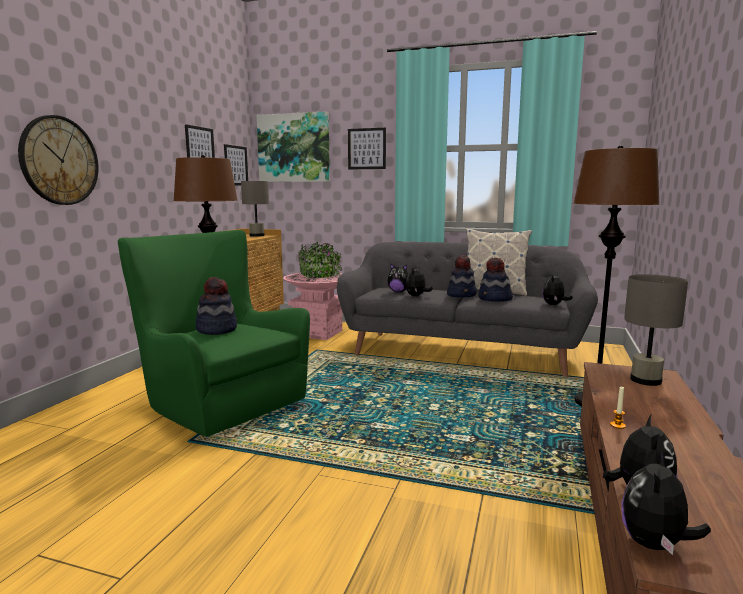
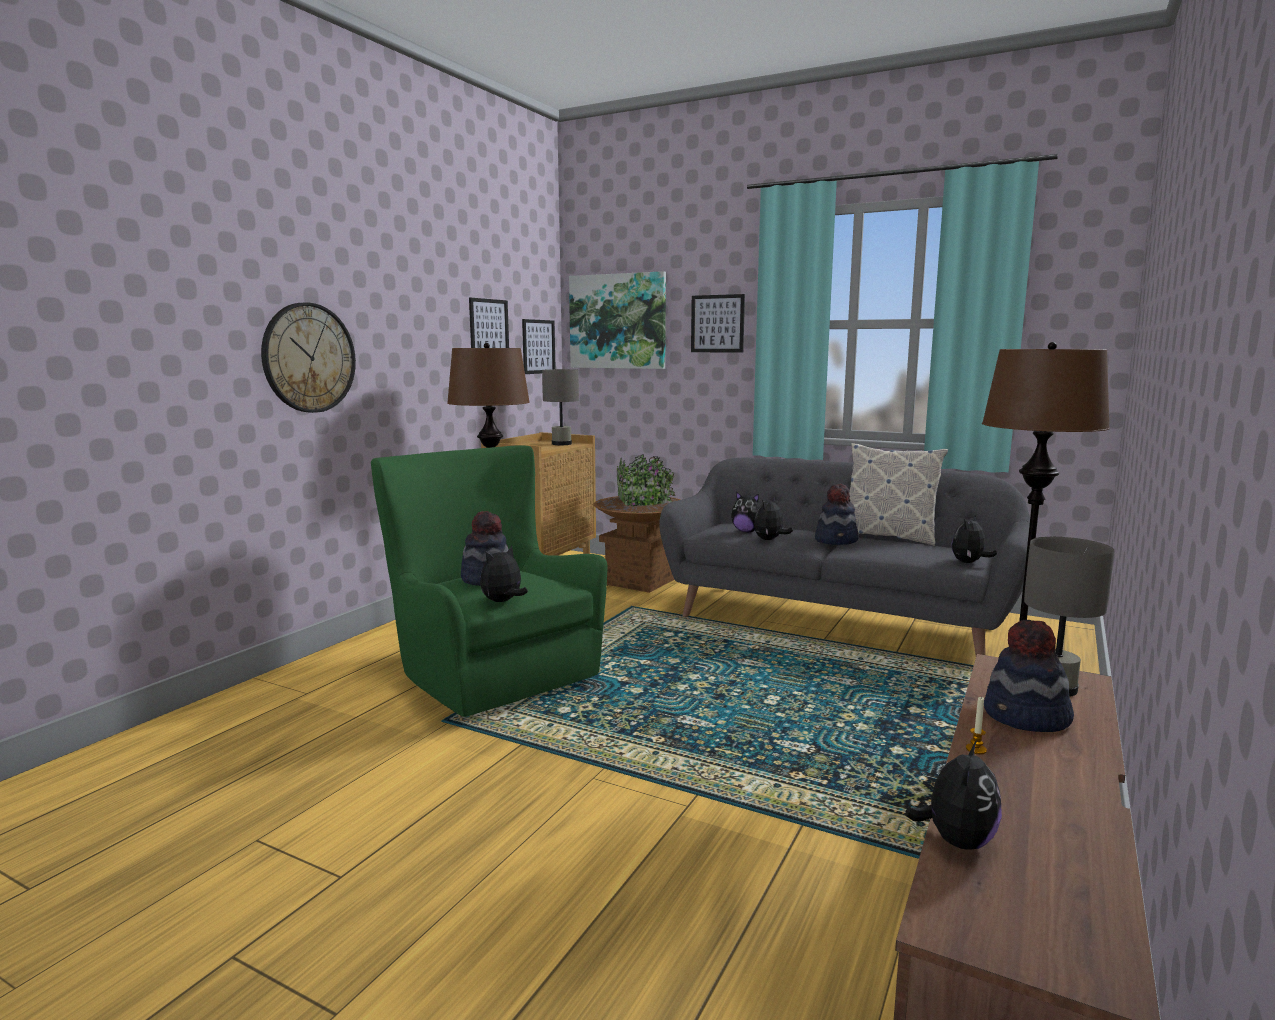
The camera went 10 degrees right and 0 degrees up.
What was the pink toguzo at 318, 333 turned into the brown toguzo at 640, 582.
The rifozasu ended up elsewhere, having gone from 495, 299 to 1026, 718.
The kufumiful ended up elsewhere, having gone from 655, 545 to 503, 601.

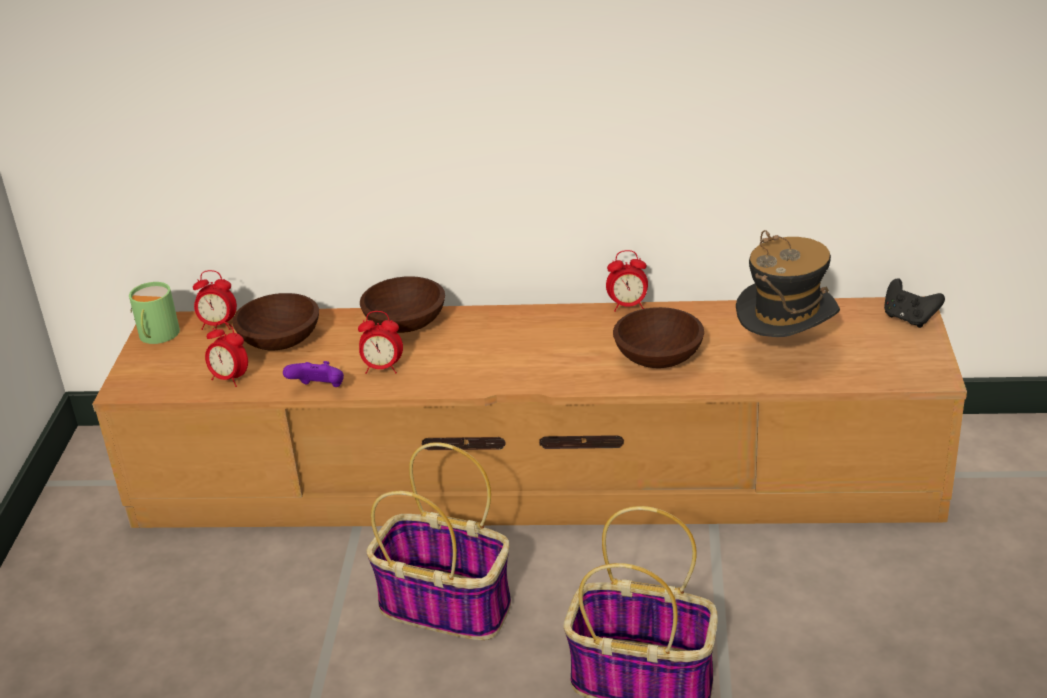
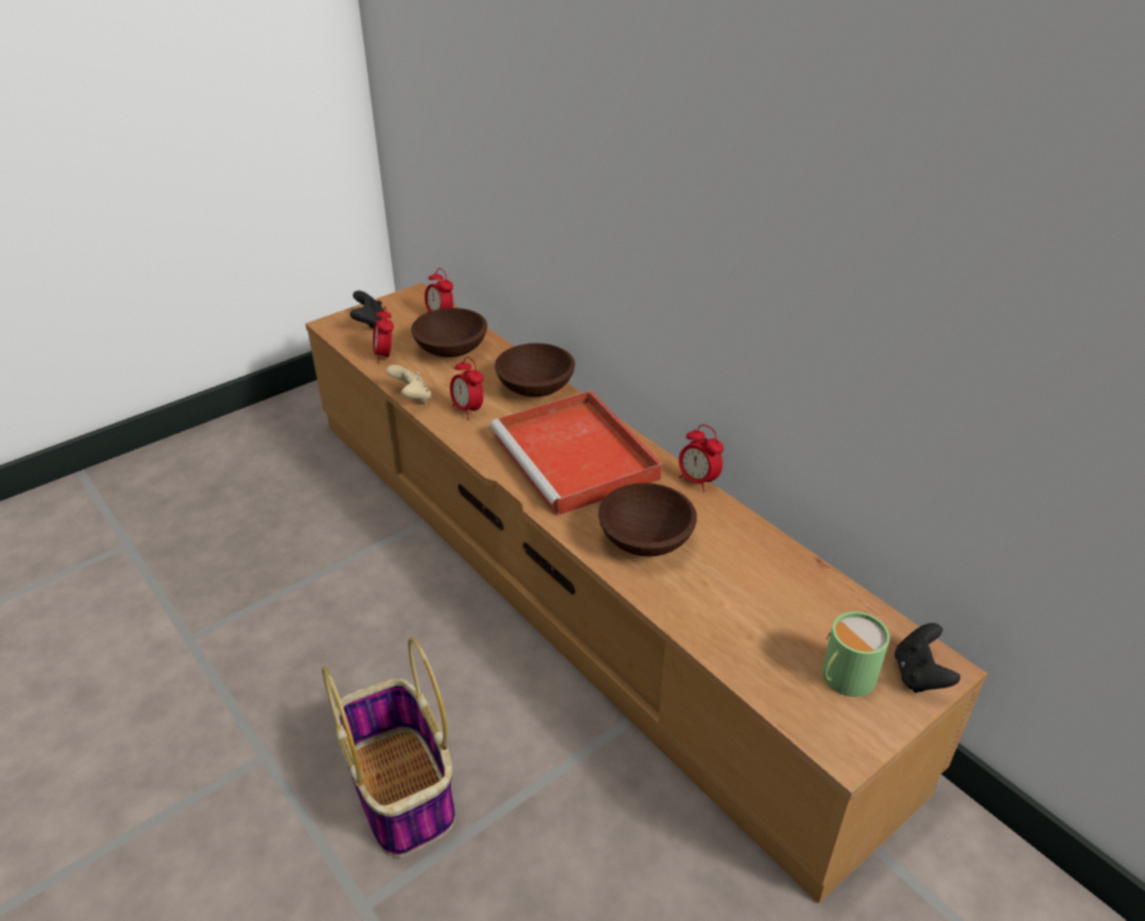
The camera went 45 degrees right and 5 degrees up.
The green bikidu ended up elsewhere, having gone from 156, 335 to 843, 677.
What was the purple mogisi at 319, 390 turned into the beige mogisi at 412, 398.
The second view lost the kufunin at 448, 605.
The second view lost the rifozasu at 785, 354.
The second view gained the black mogisi at 369, 323.
The second view gained the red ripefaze at 577, 458.

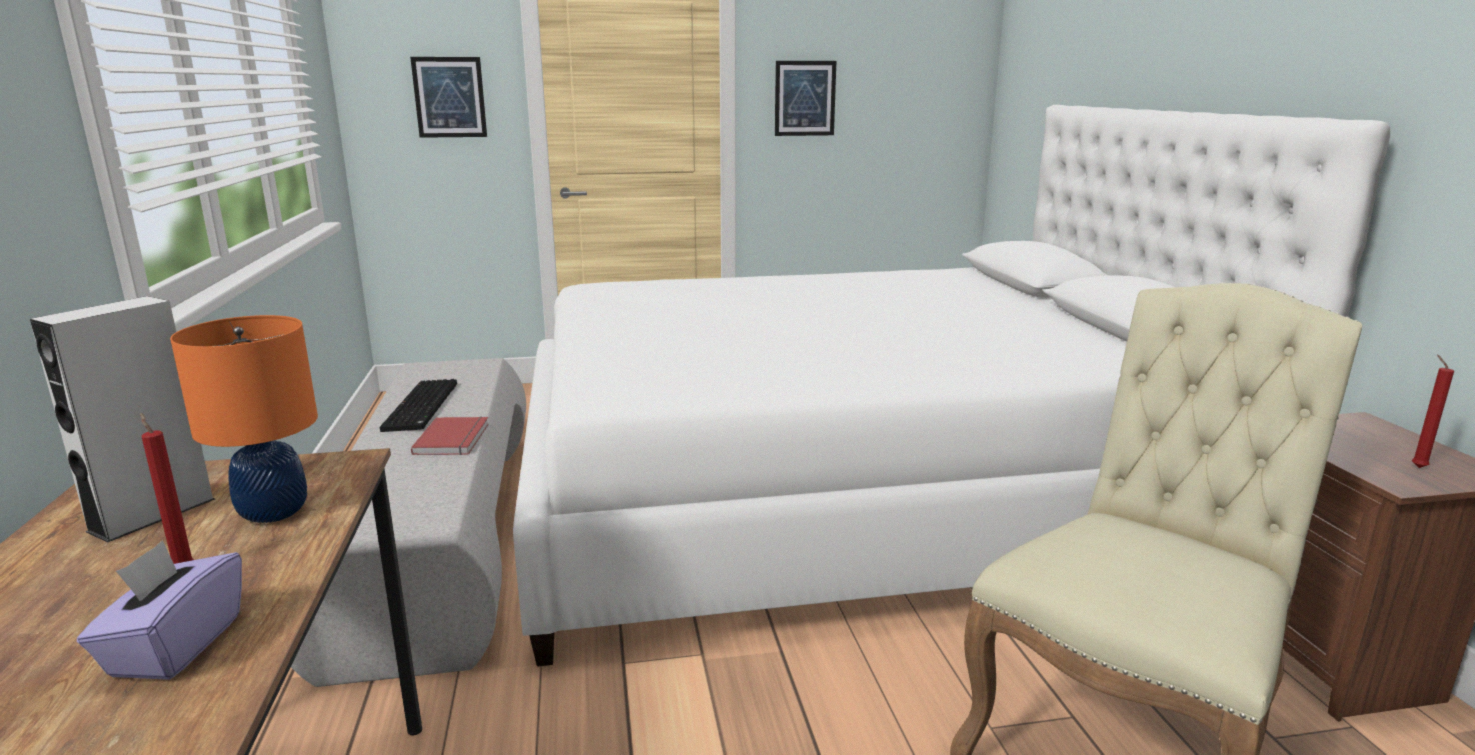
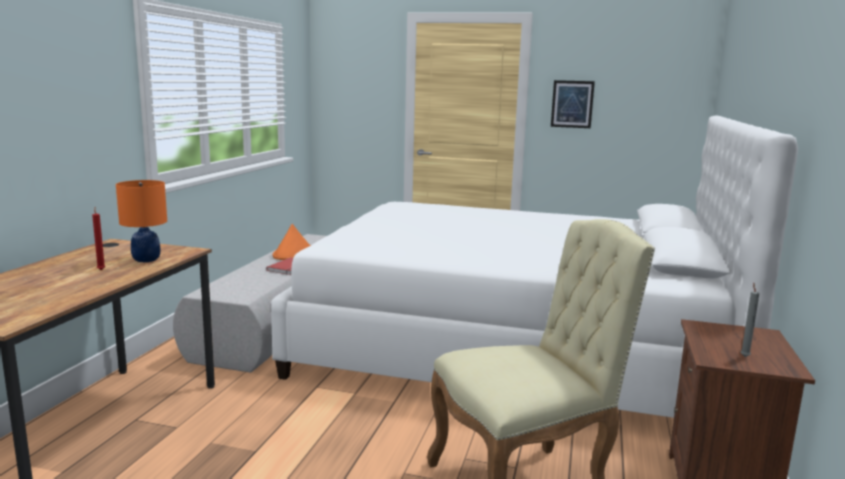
The camera went 25 degrees right and 5 degrees down.
The second view lost the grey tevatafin at 152, 514.
The second view lost the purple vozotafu at 175, 646.
Where the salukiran stood at 423, 407, the orange rifozasu came to stand at 293, 253.
The second view lost the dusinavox at 449, 97.
What was the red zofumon at 1416, 467 turned into the grey zofumon at 744, 356.

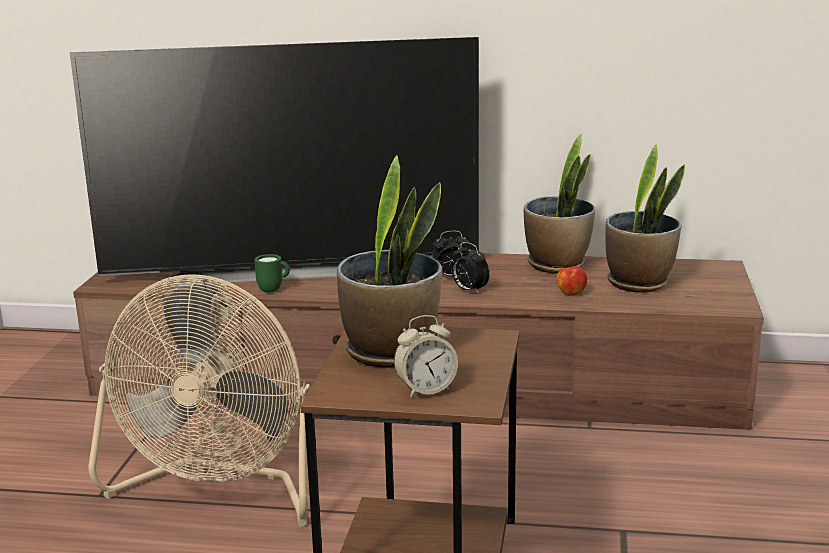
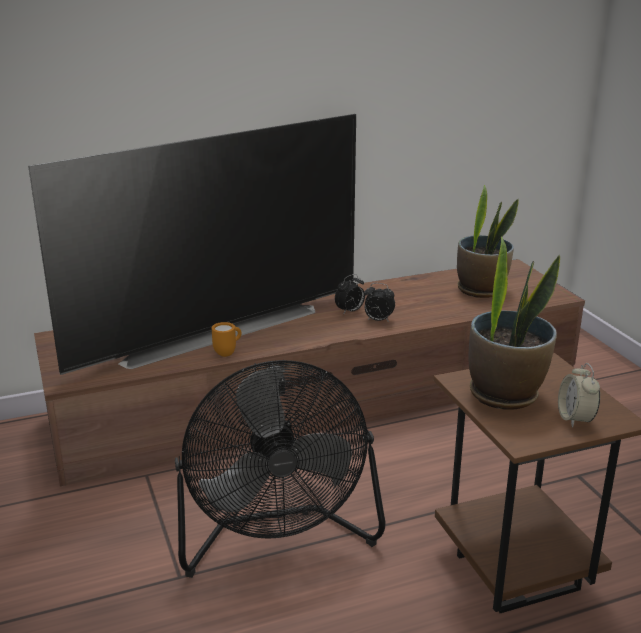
The camera went 30 degrees left and 5 degrees up.
What was the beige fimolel at 215, 486 turned into the black fimolel at 269, 535.
What was the green bikidu at 274, 290 turned into the orange bikidu at 228, 352.
The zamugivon at 426, 389 ended up facing another way, 135 degrees clockwise from before.
The second view lost the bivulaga at 557, 265.
The second view lost the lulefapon at 571, 293.

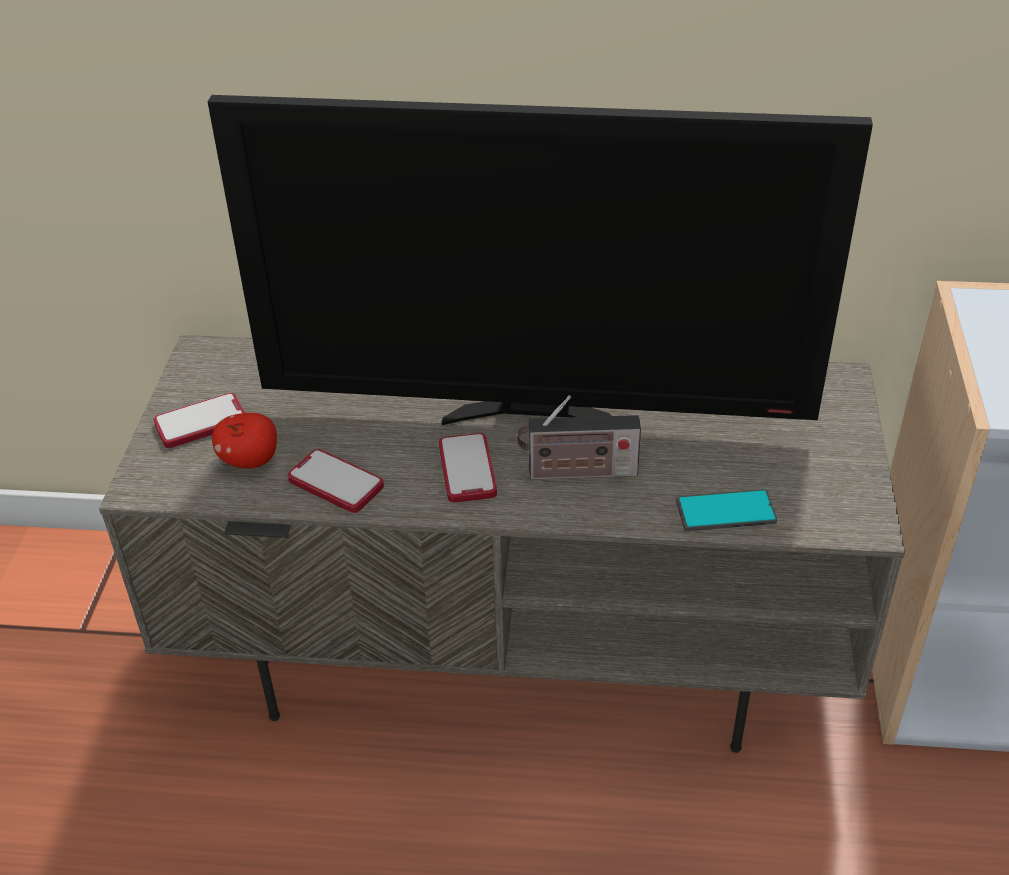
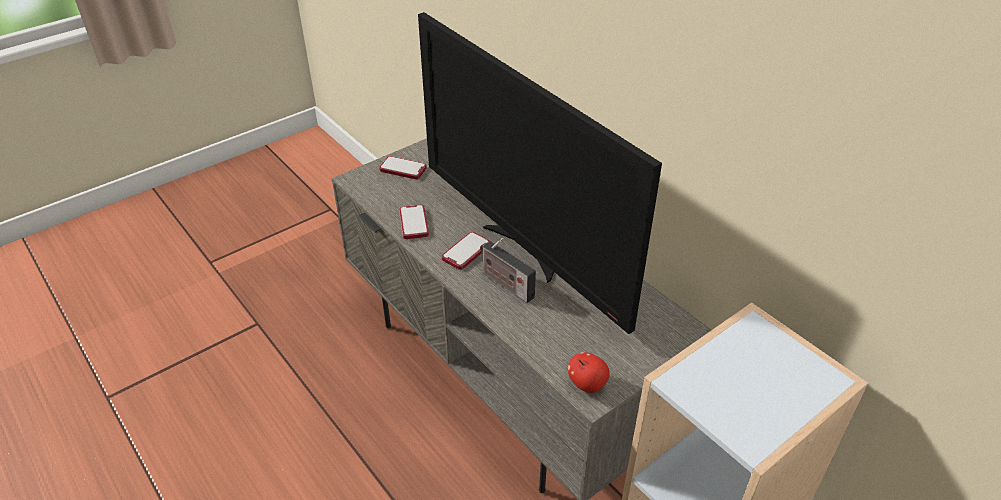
The camera went 45 degrees right and 0 degrees up.
The lulefapon ended up elsewhere, having gone from 250, 460 to 587, 384.
The second view lost the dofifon at 725, 512.

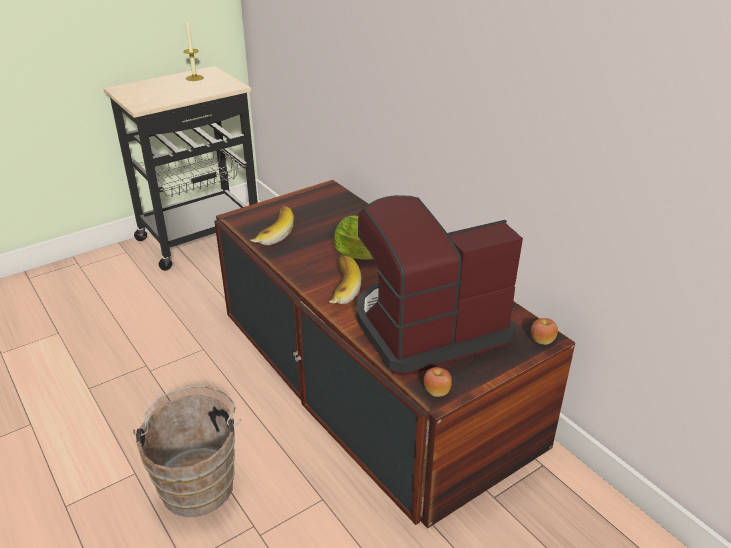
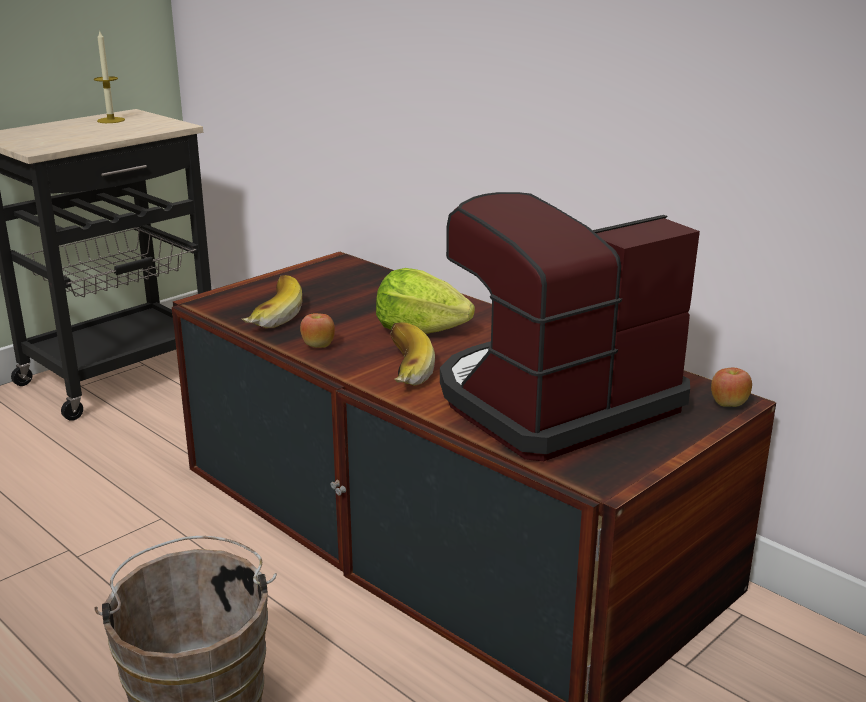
The camera went 10 degrees left and 10 degrees down.
The lulefapon ended up elsewhere, having gone from 436, 392 to 318, 346.

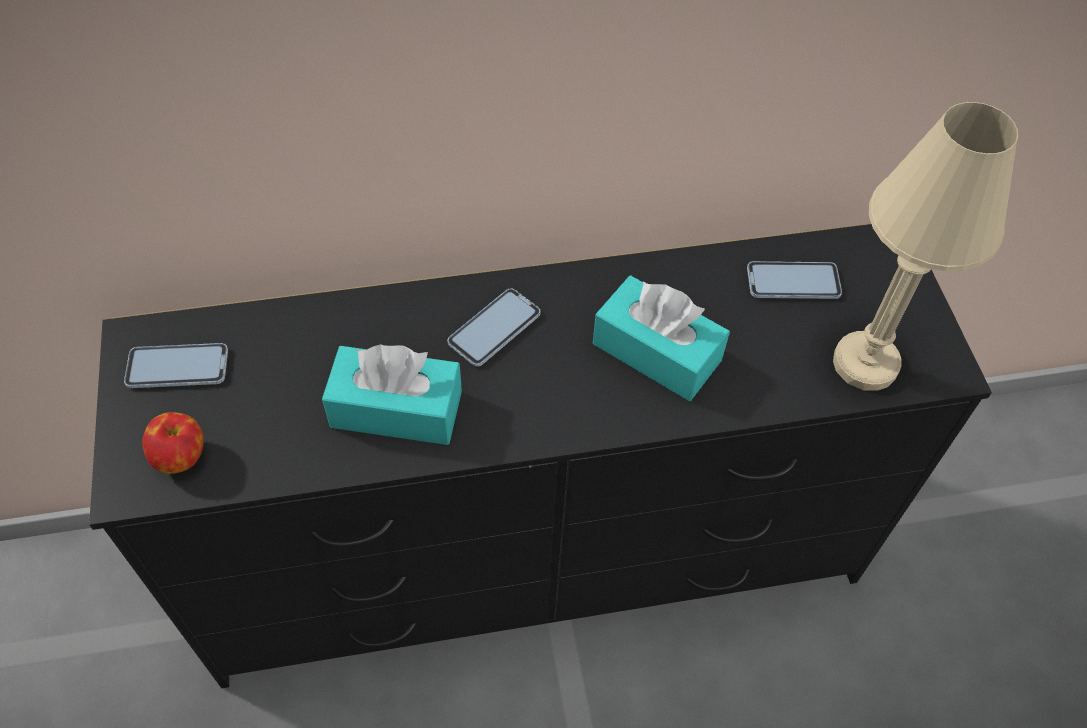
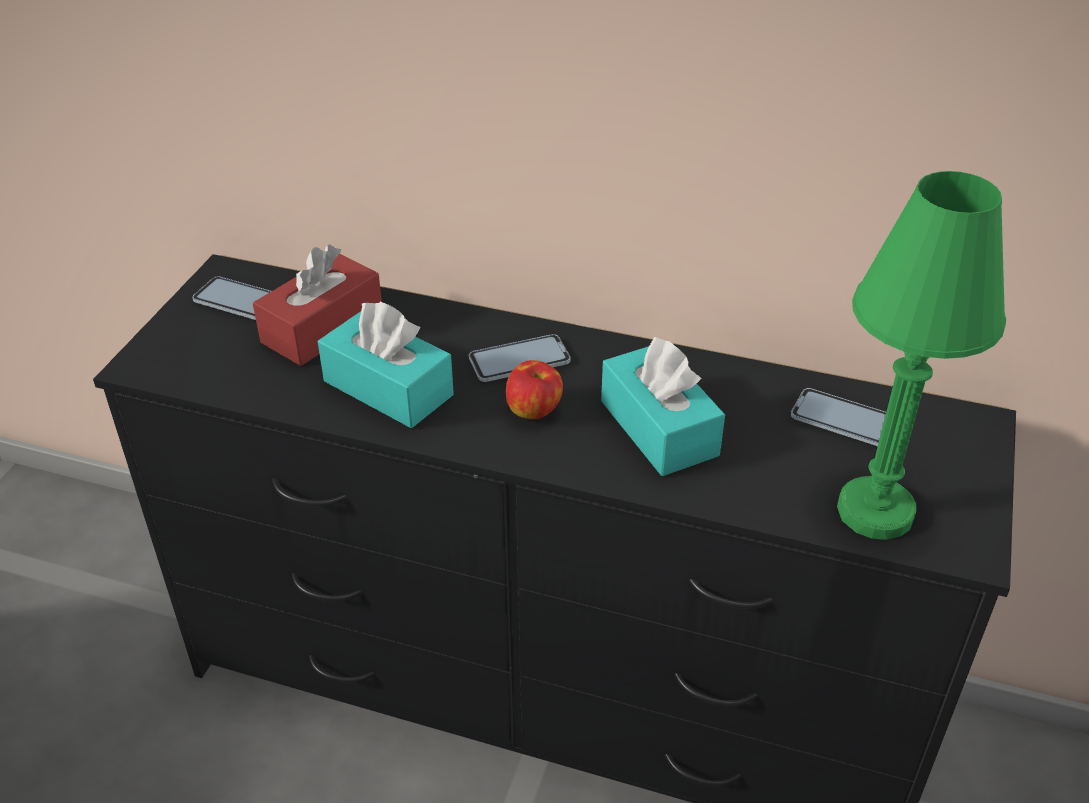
The camera went 30 degrees right and 15 degrees down.
The lulefapon ended up elsewhere, having gone from 181, 457 to 534, 411.
What was the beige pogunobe at 865, 363 turned into the green pogunobe at 875, 511.
The second view gained the red vozotafu at 322, 327.

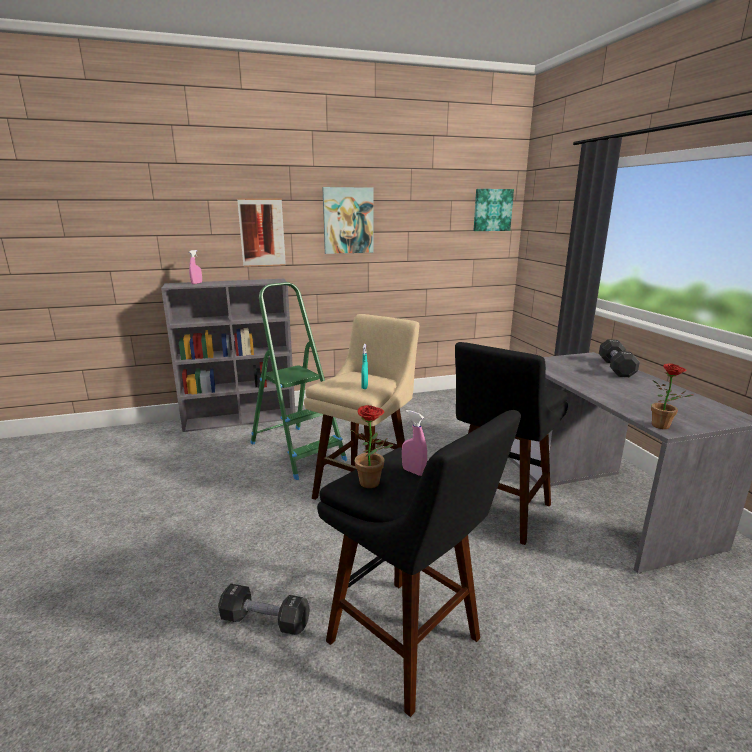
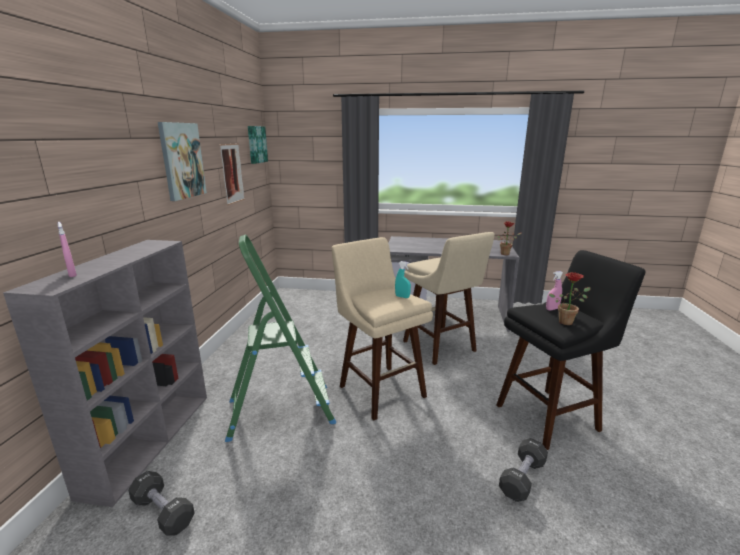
The camera went 65 degrees left and 0 degrees up.
The dusinavox ended up elsewhere, having gone from 262, 233 to 232, 173.
What was the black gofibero at 498, 512 turned into the beige gofibero at 441, 347.
The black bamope ended up elsewhere, having gone from 616, 368 to 163, 512.

